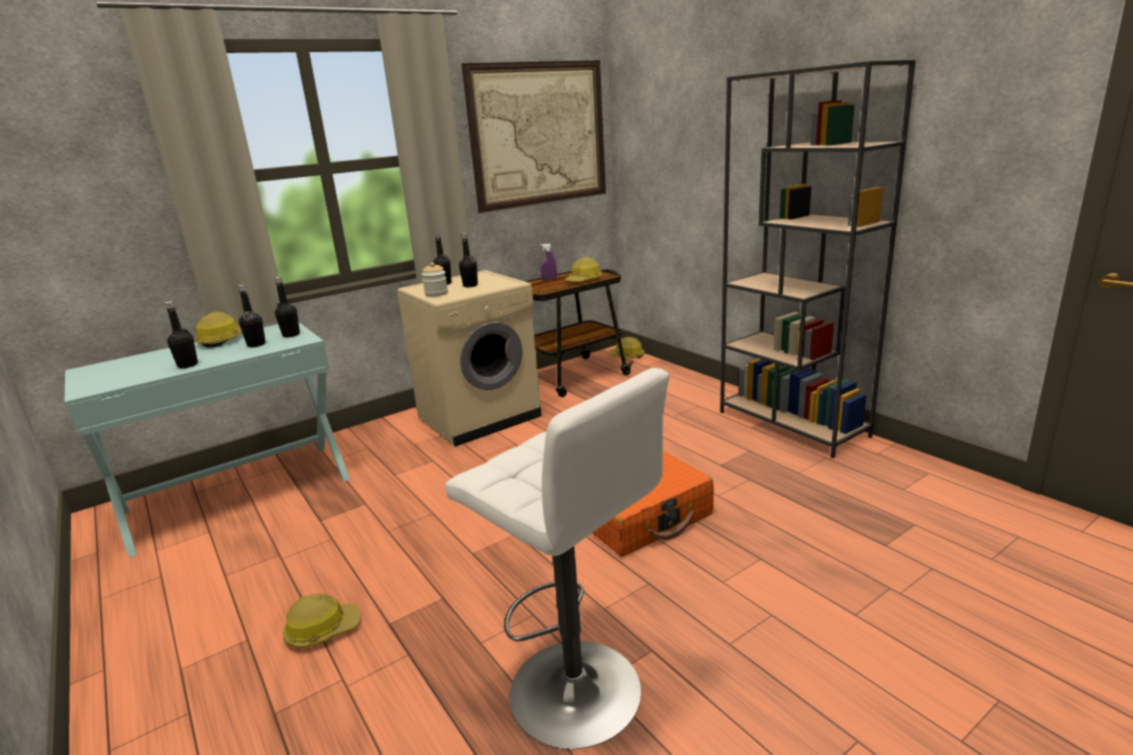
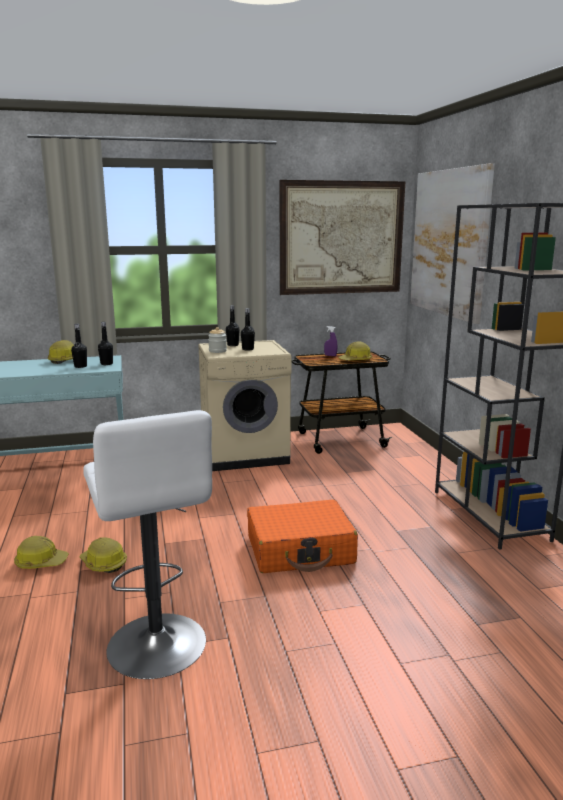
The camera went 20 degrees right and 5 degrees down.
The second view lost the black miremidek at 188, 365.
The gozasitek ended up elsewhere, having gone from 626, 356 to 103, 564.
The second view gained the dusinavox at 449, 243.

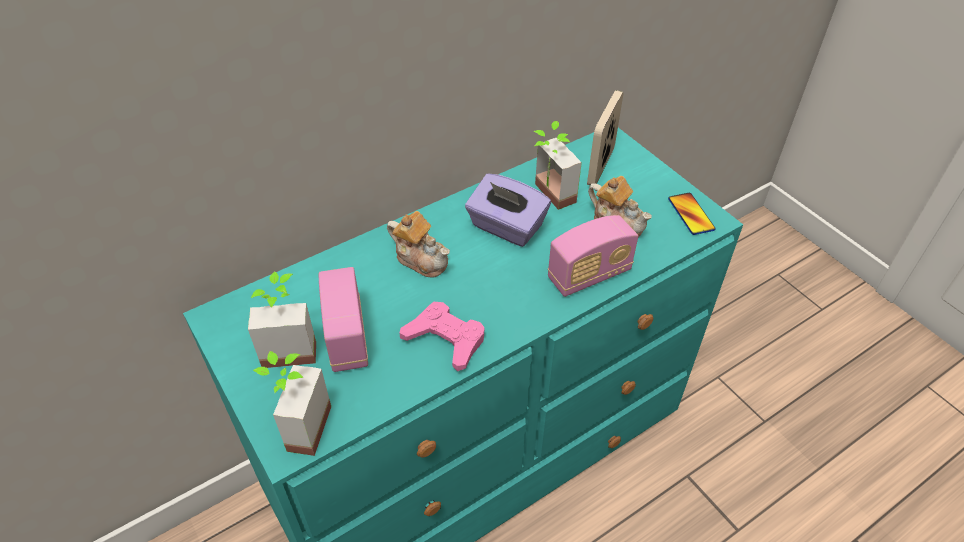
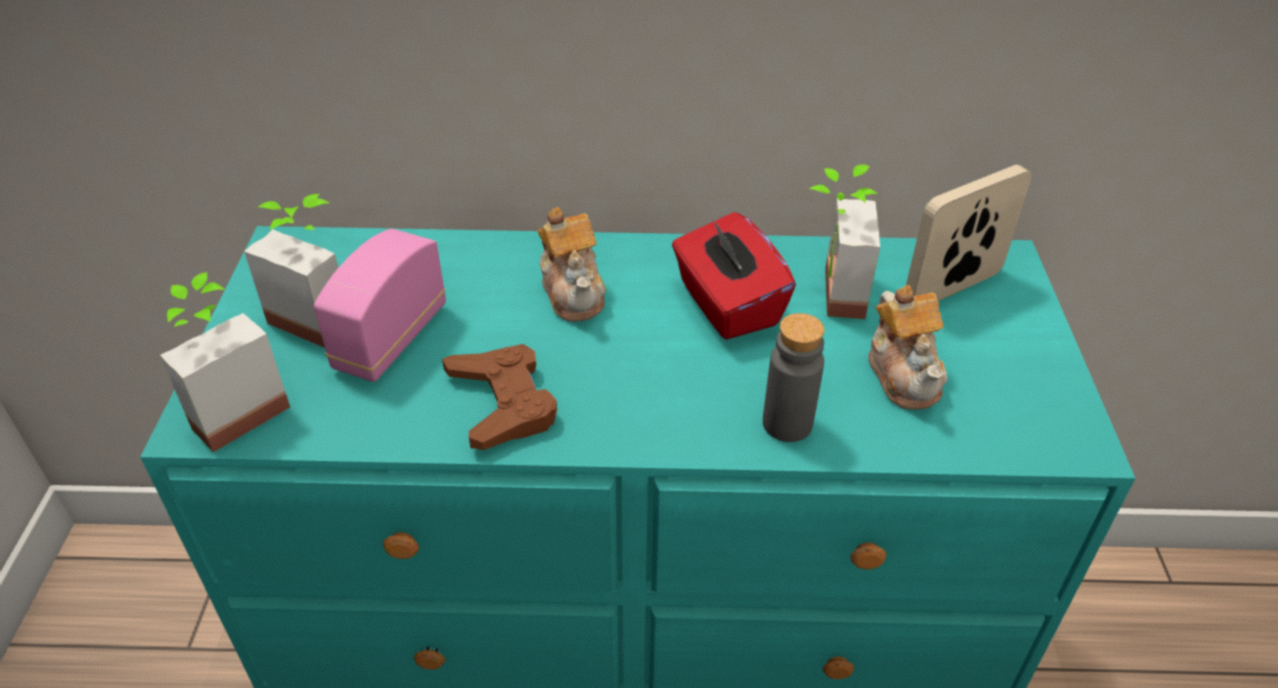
The camera went 35 degrees right and 5 degrees down.
What was the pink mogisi at 445, 339 turned into the brown mogisi at 502, 403.
What was the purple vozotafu at 506, 227 turned into the red vozotafu at 727, 305.
Where the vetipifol stood at 589, 275, the grey miremidek came to stand at 787, 424.
The second view lost the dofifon at 690, 214.

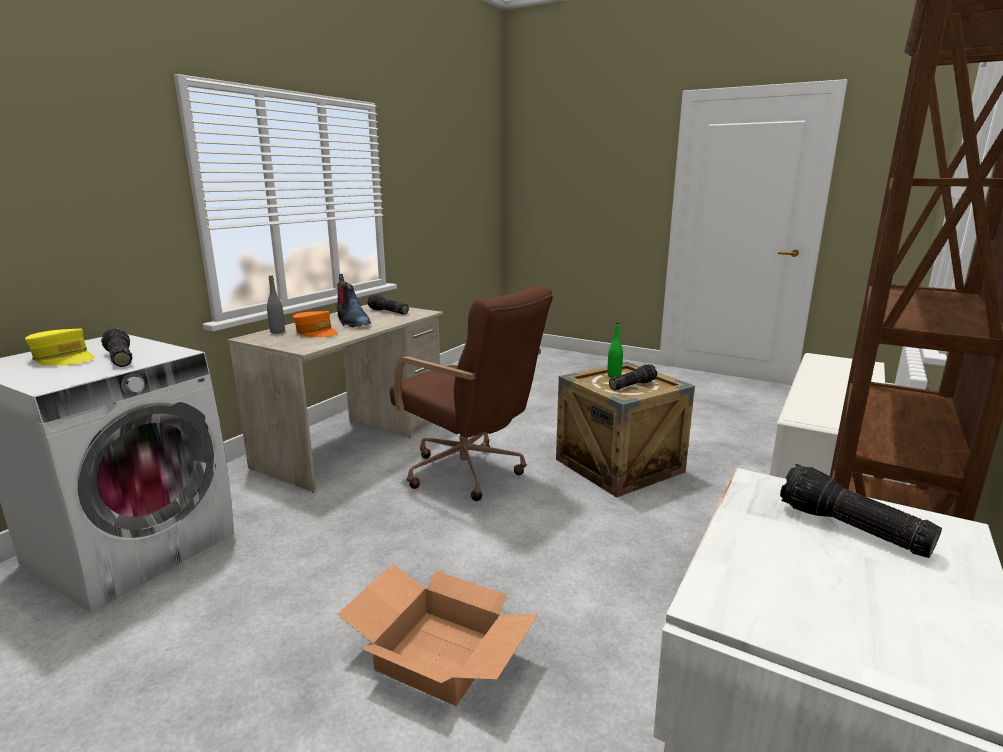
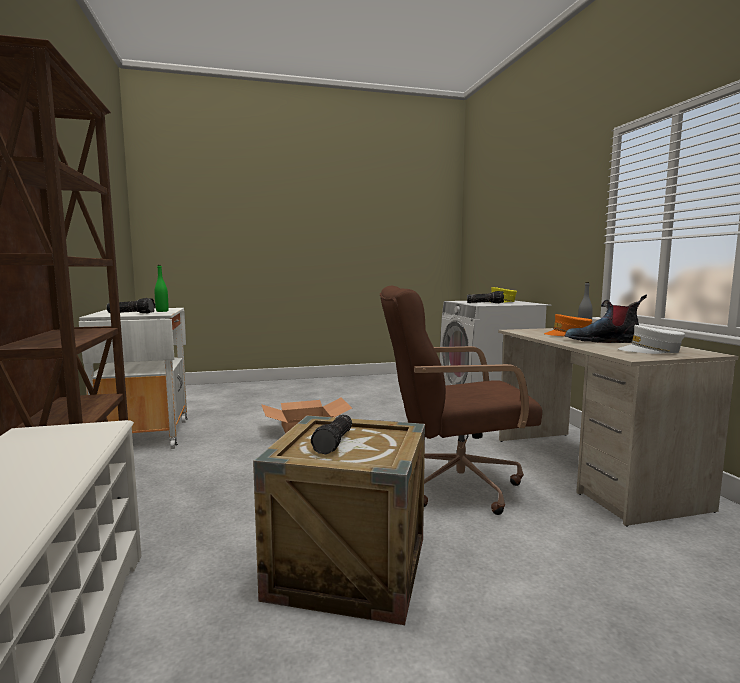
The camera went 135 degrees right and 10 degrees down.
Where the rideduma stood at 387, 312, the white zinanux came to stand at 650, 351.
The green miremidek ended up elsewhere, having gone from 614, 376 to 162, 311.

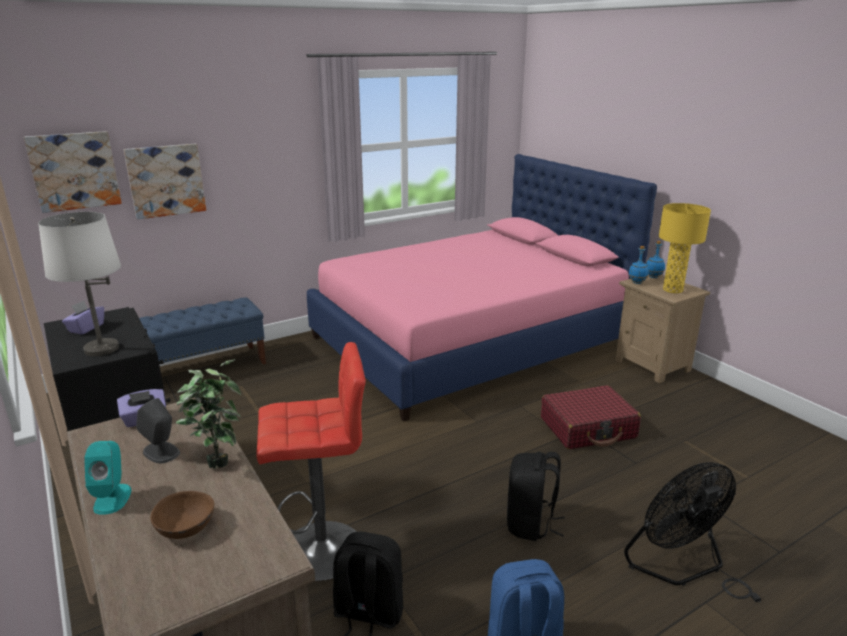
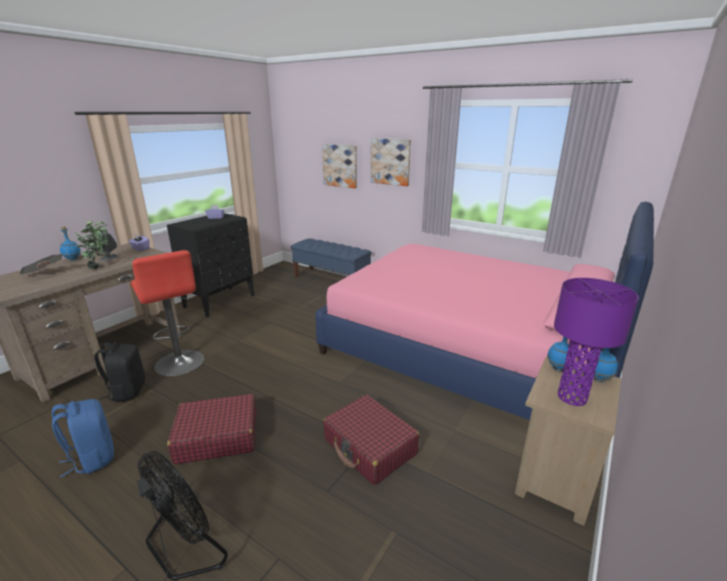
The camera went 65 degrees right and 0 degrees up.
The dusinavox ended up elsewhere, having gone from 74, 171 to 390, 161.
The second view lost the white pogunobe at 101, 349.
Where the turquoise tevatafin stood at 112, 498, the blue miremidek came to stand at 73, 259.
Where the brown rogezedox stood at 185, 527, the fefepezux came to stand at 44, 274.
Where the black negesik stood at 530, 524, the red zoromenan came to stand at 217, 437.
What was the yellow pogunobe at 673, 290 turned into the purple pogunobe at 571, 397.

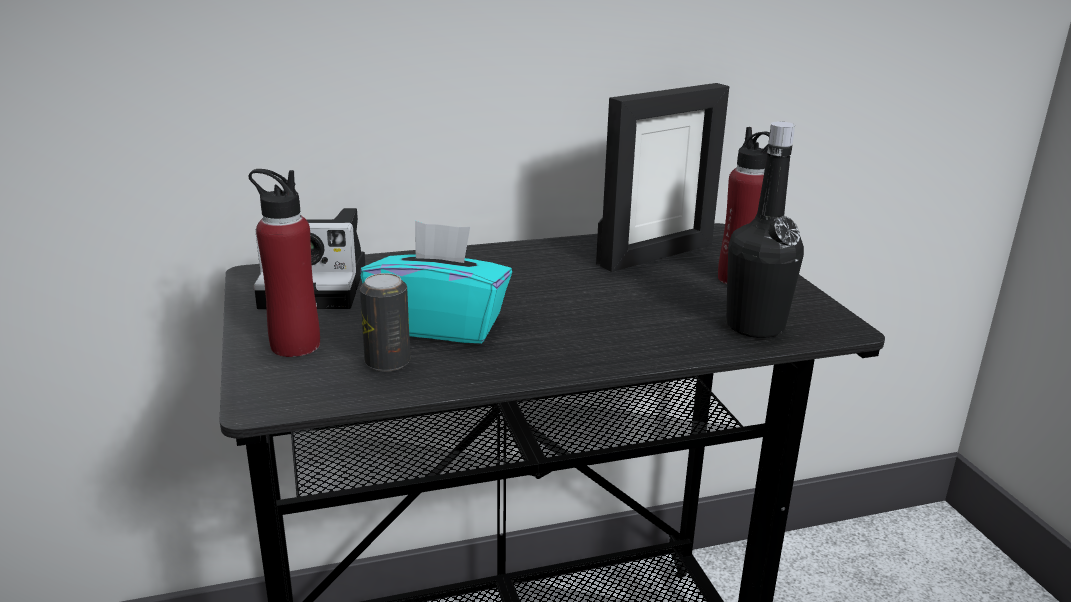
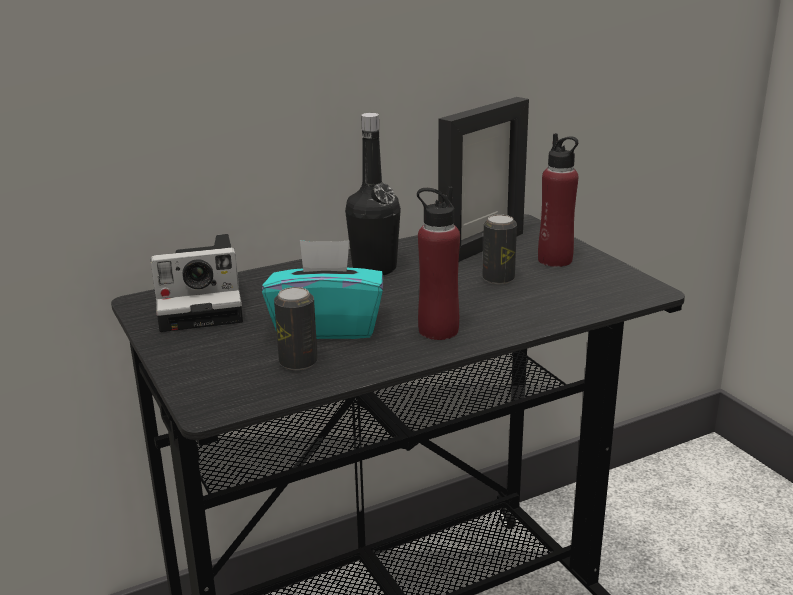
The camera went 10 degrees left and 0 degrees up.
The red miremidek ended up elsewhere, having gone from 295, 345 to 438, 330.
The black miremidek ended up elsewhere, having gone from 755, 326 to 374, 268.
The second view gained the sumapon at 498, 279.

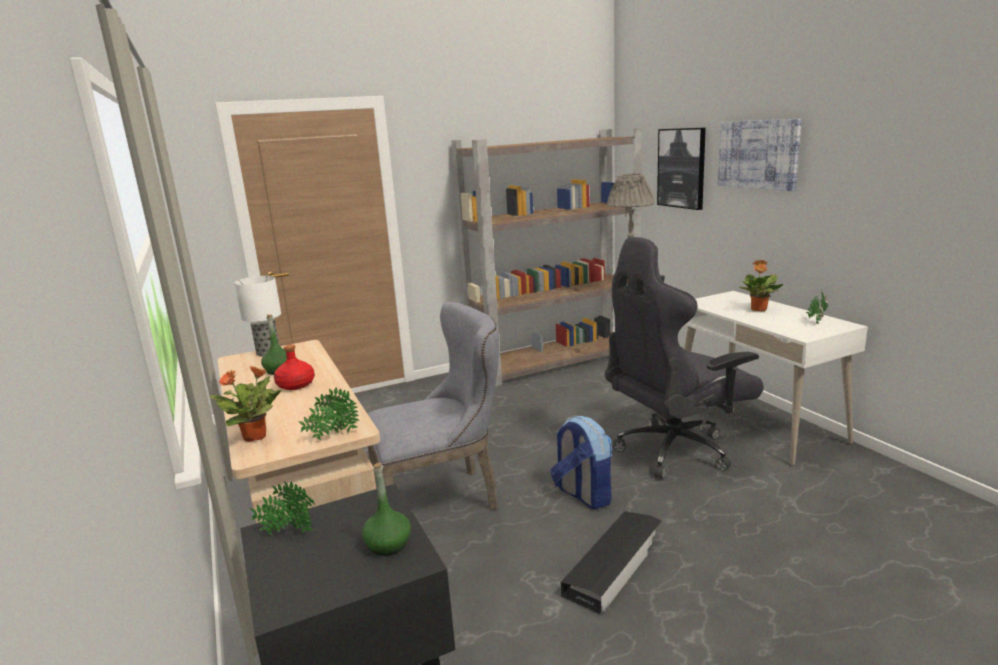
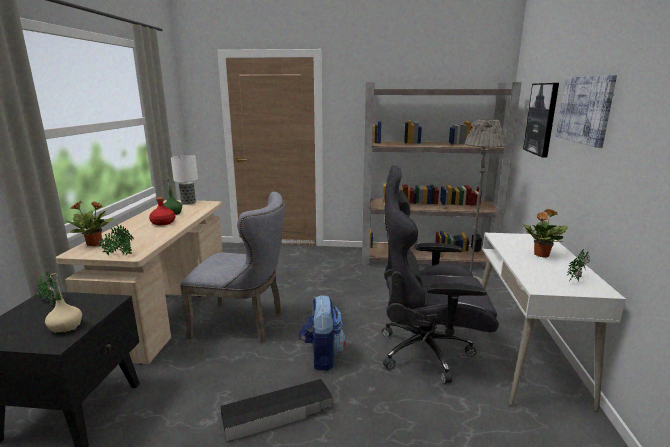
The camera went 30 degrees right and 0 degrees up.
What was the green miremidek at 388, 545 turned into the beige miremidek at 66, 328.

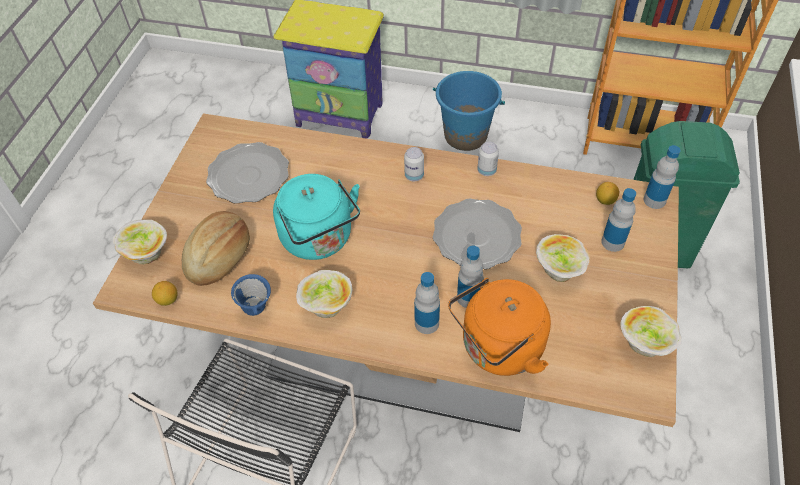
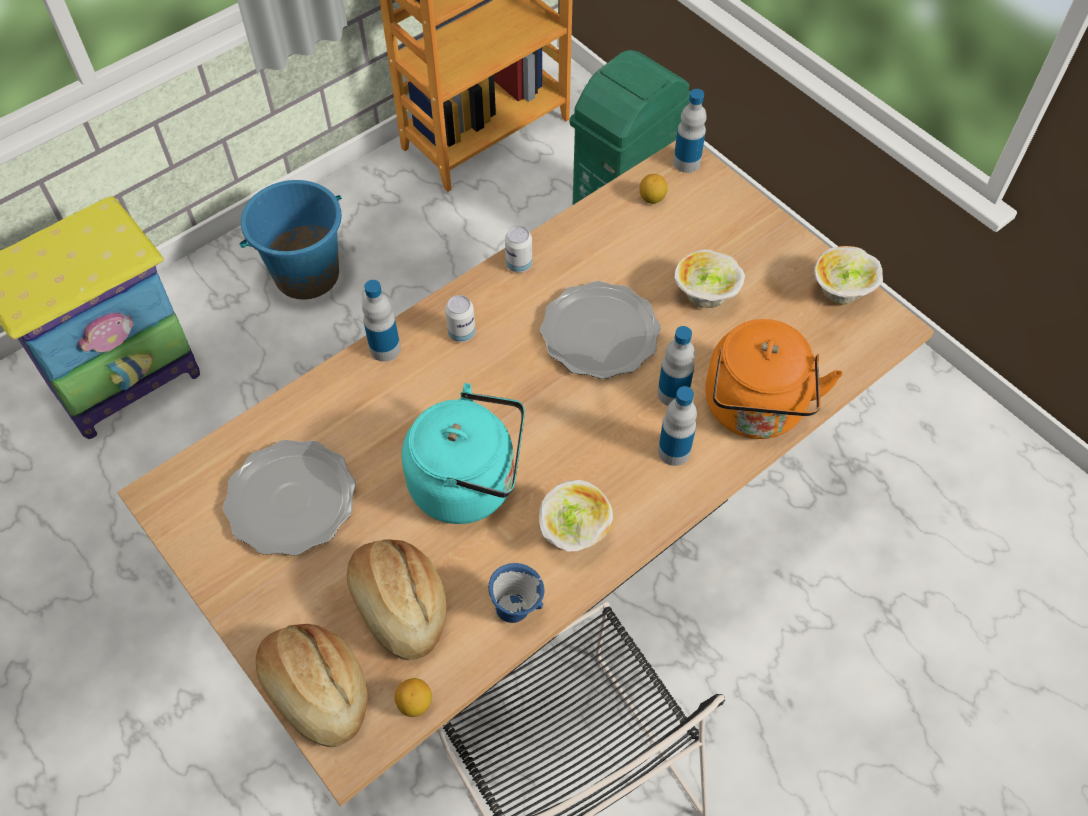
The camera went 55 degrees left and 5 degrees up.
Where the rogezedox stood at 148, 254, the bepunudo came to stand at 315, 691.
The miremidek ended up elsewhere, having gone from 612, 242 to 385, 349.

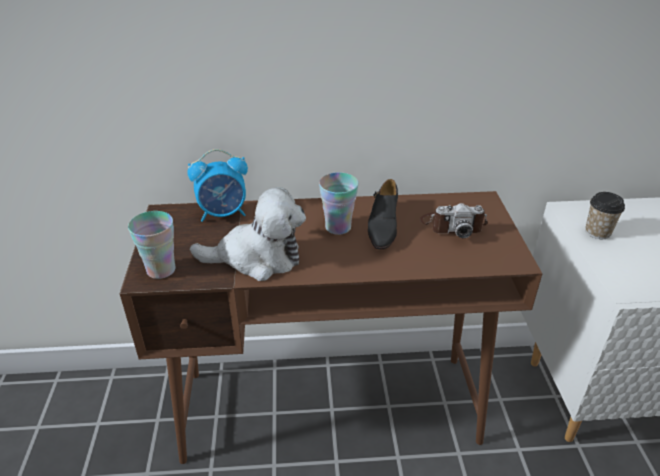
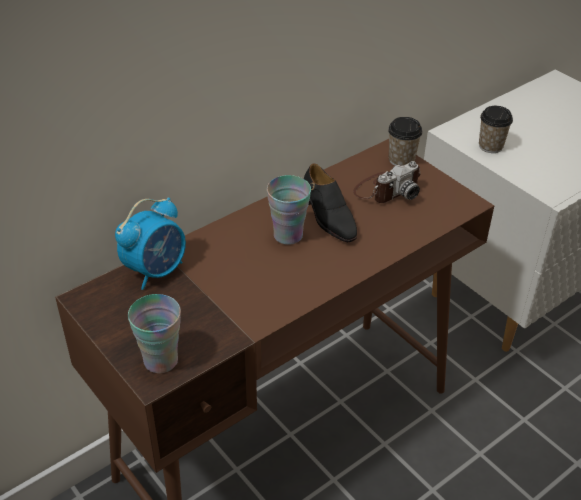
The camera went 35 degrees left and 5 degrees up.
The second view lost the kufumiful at 257, 258.
The second view gained the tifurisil at 401, 160.

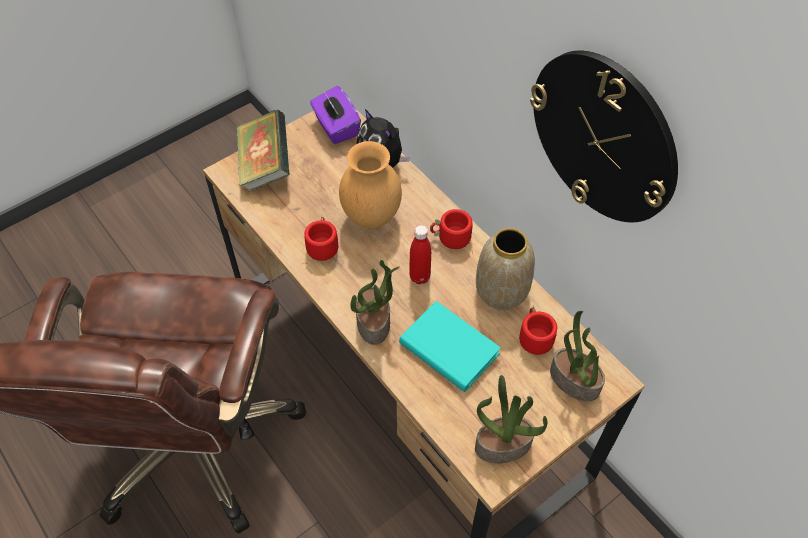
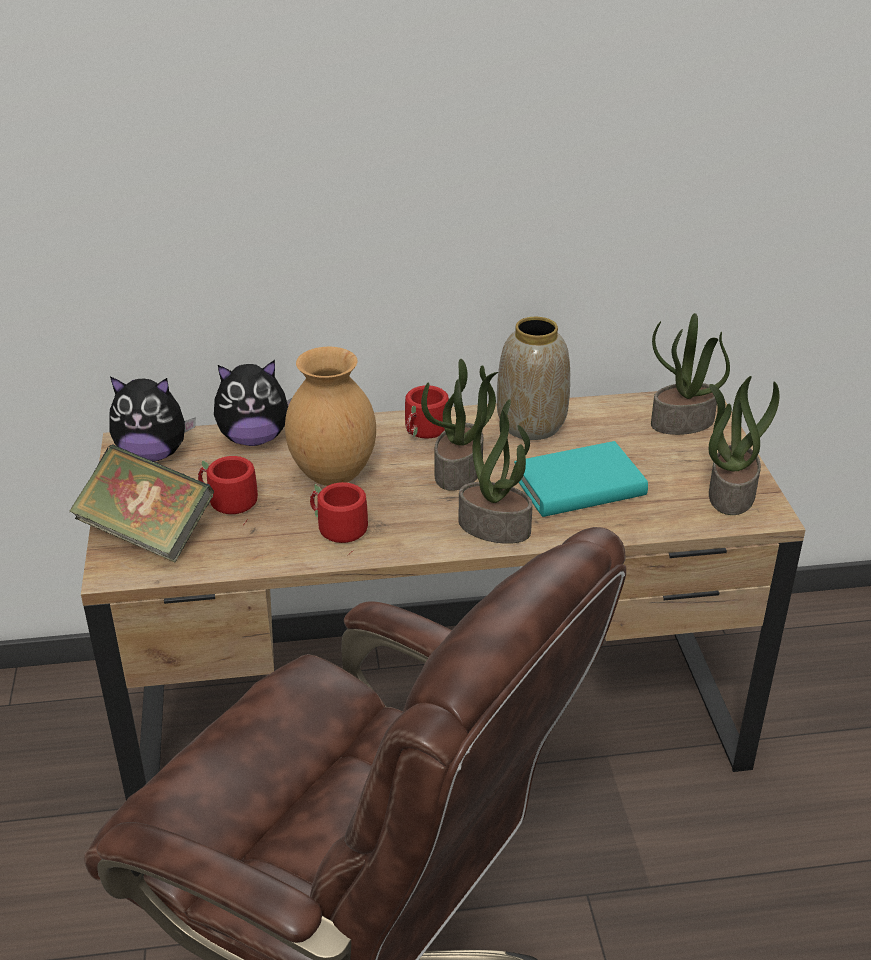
The camera went 60 degrees left and 20 degrees down.
Where the purple vozotafu stood at 336, 127, the kufumiful came to stand at 153, 454.
Where the red miremidek stood at 419, 277, the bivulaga came to stand at 459, 471.
The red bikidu ended up elsewhere, having gone from 532, 337 to 227, 503.
The second view lost the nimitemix at 603, 137.

